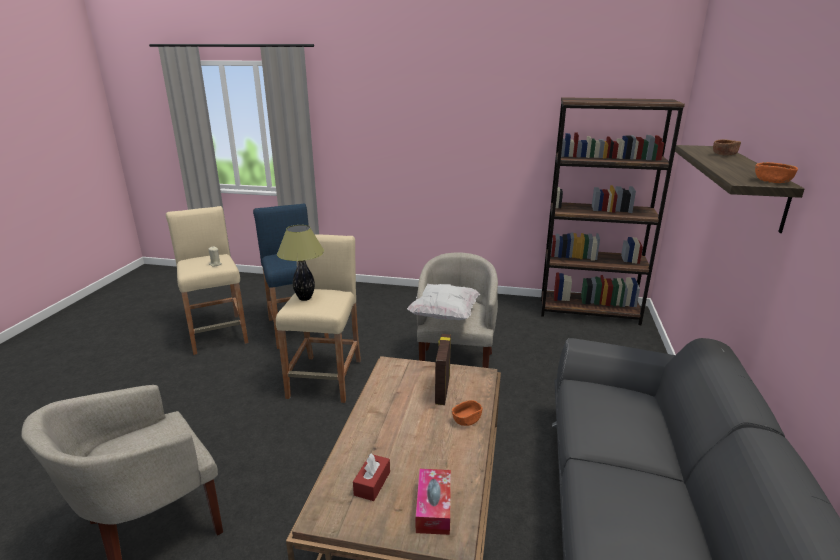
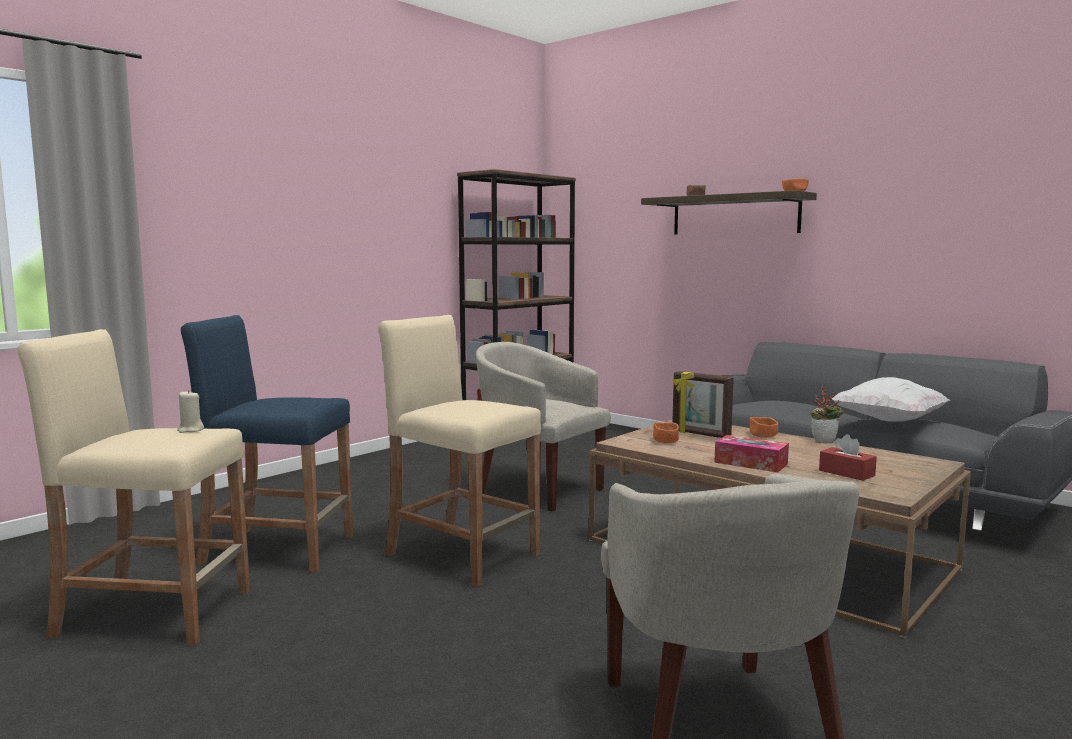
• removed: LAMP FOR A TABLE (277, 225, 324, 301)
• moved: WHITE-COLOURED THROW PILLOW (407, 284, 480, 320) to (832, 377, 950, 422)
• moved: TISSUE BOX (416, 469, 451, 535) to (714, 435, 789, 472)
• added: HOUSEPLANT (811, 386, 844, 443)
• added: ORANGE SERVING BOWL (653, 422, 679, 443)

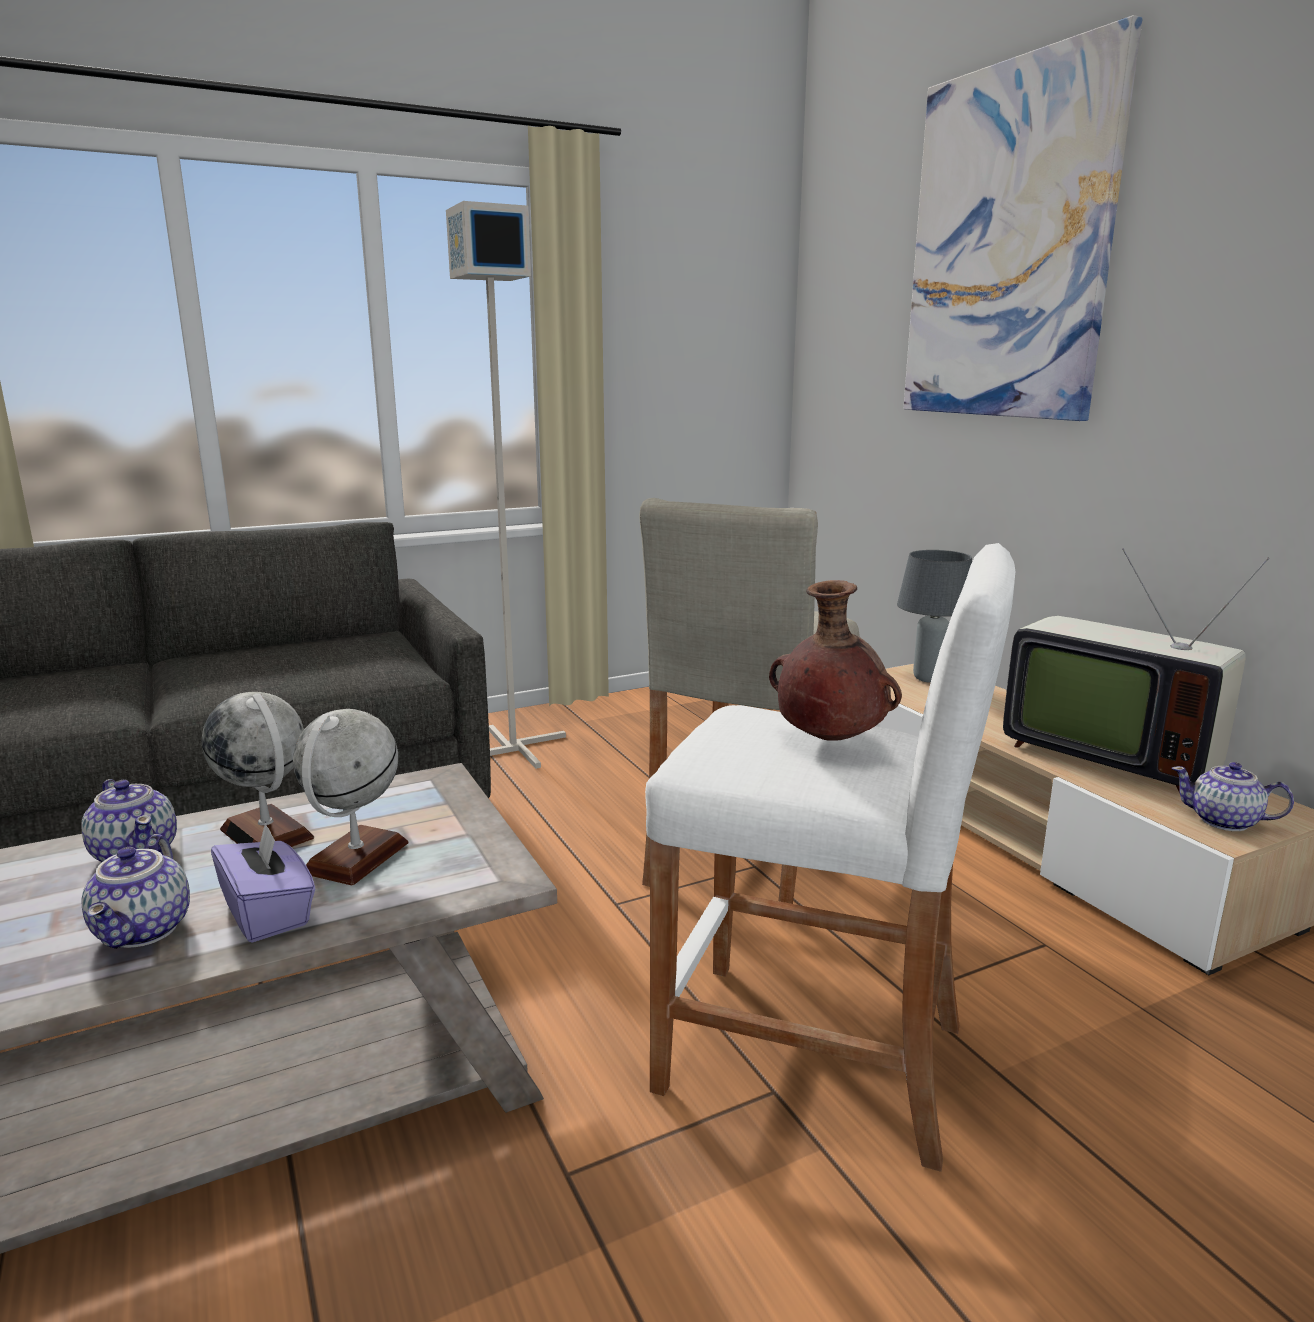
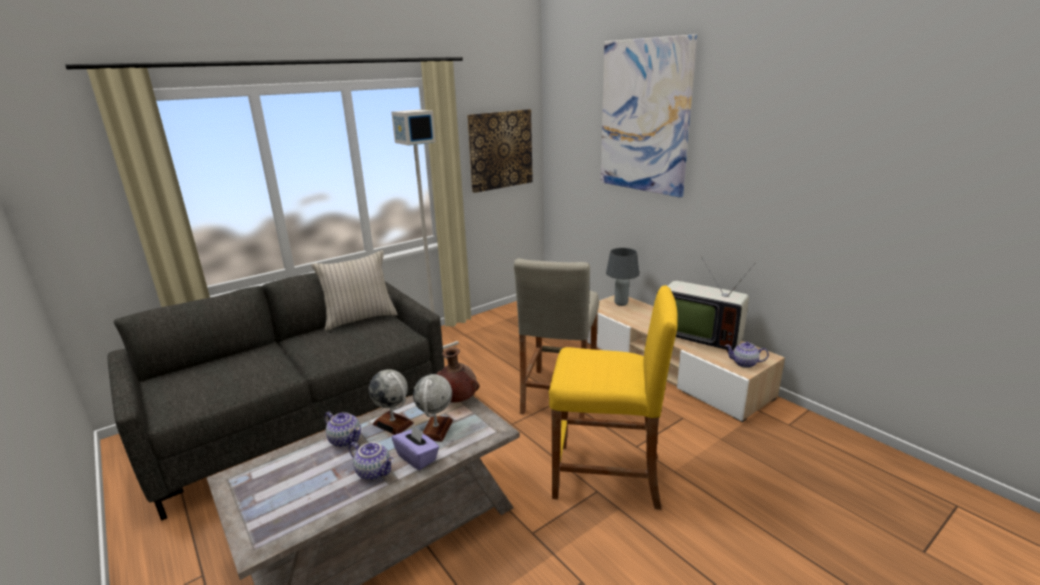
• recoloured: WHITE-COLOURED STOOL (645, 543, 1016, 1172) to YELLOW-COLOURED STOOL (549, 285, 678, 510)
• moved: BROWN-COLOURED DECORATIVE VASE (769, 580, 902, 741) to (436, 347, 480, 402)
• turned: TEAPOT (82, 834, 190, 949) = (349, 442, 394, 480) 45 degrees counterclockwise
• added: PICTURE (467, 109, 533, 193)
• added: BEIGE-COLOURED THROW PILLOW (311, 250, 398, 331)

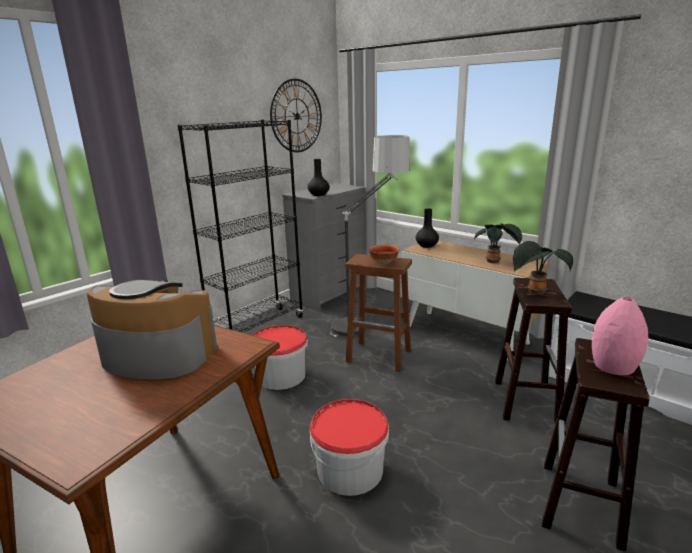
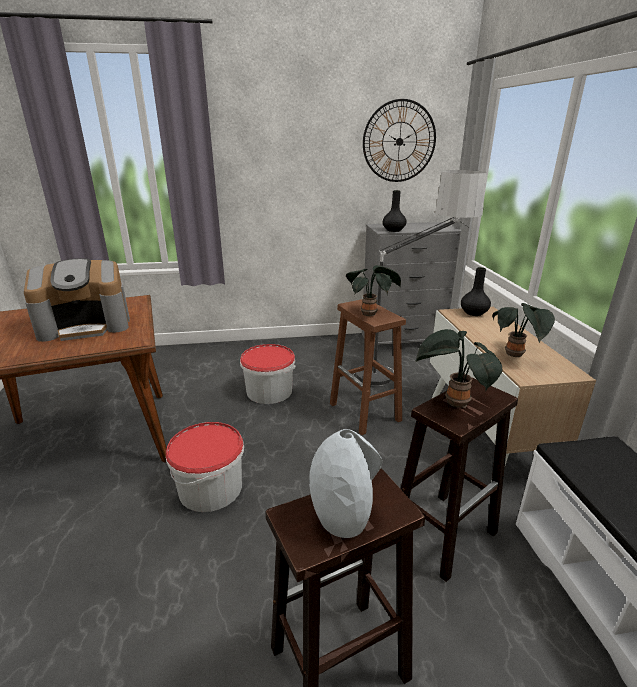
• removed: BLACK-COLOURED BOOKSHELF (178, 120, 303, 333)
• replaced: SERVING BOWL (369, 245, 400, 264) to HOUSEPLANT (346, 265, 401, 316)
• turned: COFFEE BREWER (87, 279, 217, 379) = (24, 258, 130, 342) 105 degrees clockwise
• recoloured: PINK-COLOURED DECORATIVE VASE (592, 297, 649, 375) to GREY DECORATIVE VASE (309, 429, 382, 538)

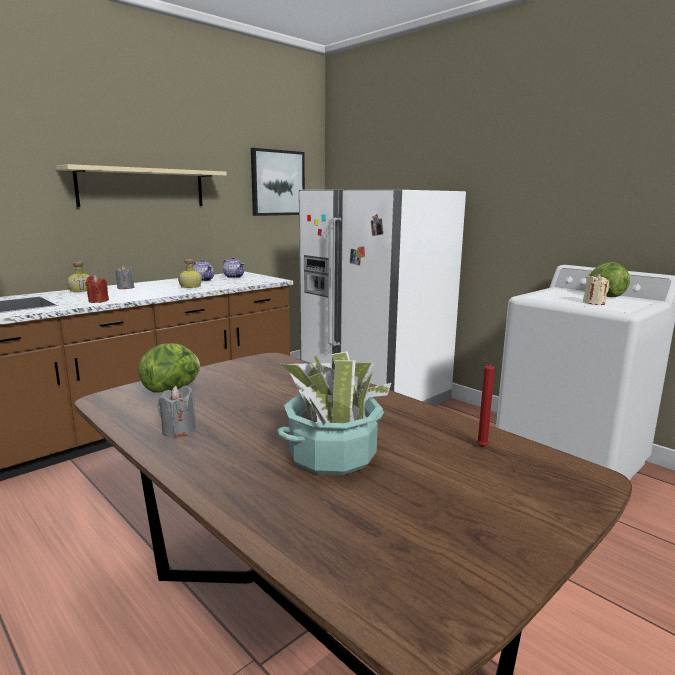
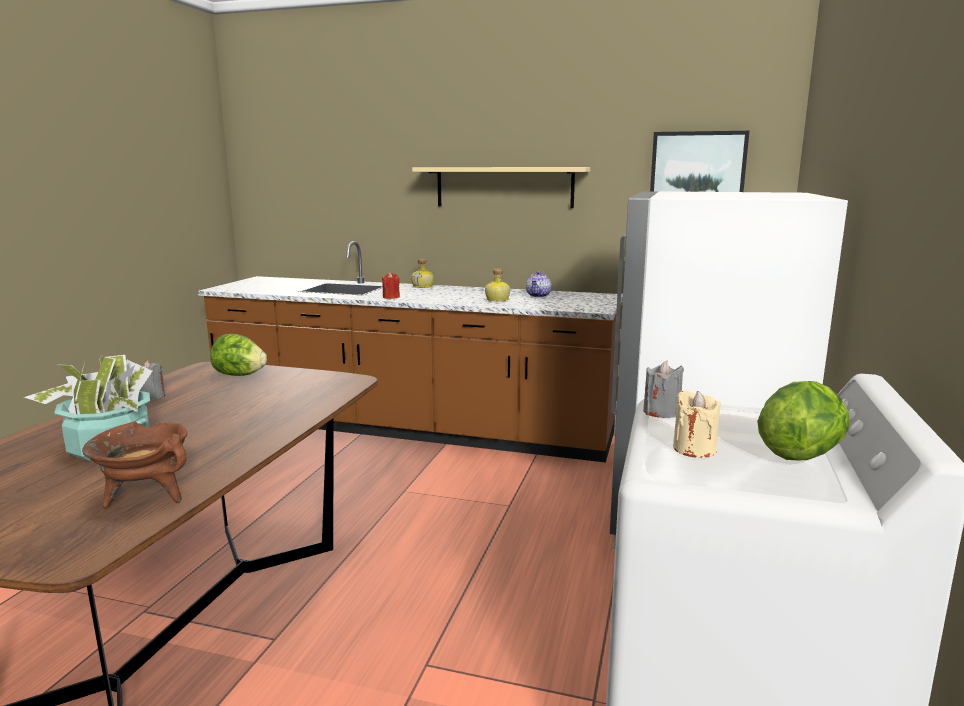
• removed: TEAPOT (223, 257, 244, 278)
• moved: GREY CANDLE (115, 265, 134, 289) to (643, 361, 684, 418)
• replaced: RED CANDLE (477, 357, 495, 447) to BROWN-COLOURED SAUCEPOT (82, 421, 187, 508)

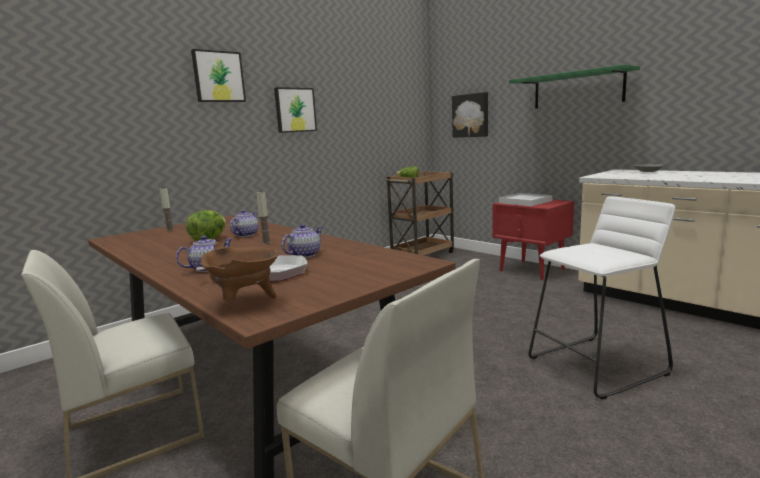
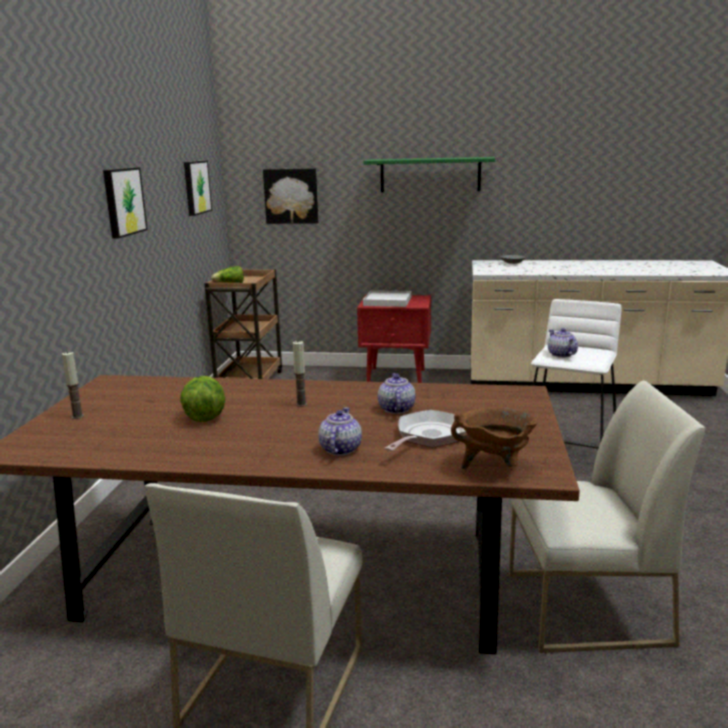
• moved: PICTURE (191, 49, 246, 102) to (184, 160, 212, 216)
• moved: TEAPOT (230, 210, 259, 237) to (548, 328, 578, 358)

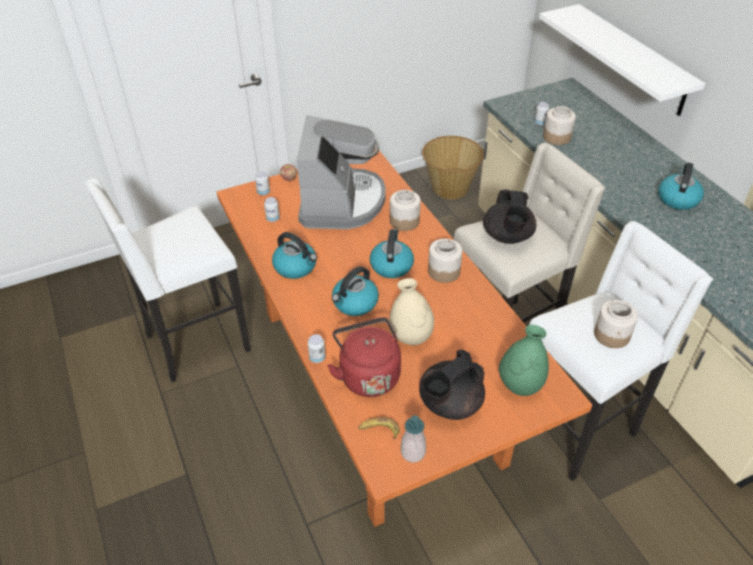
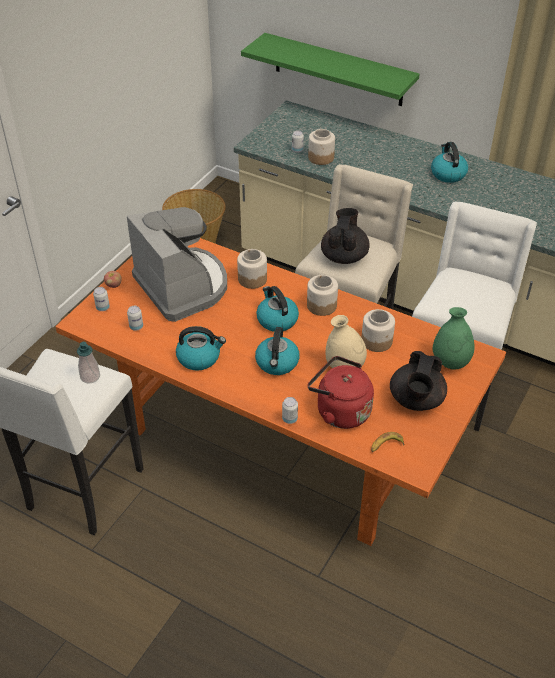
• recoloured: WHITE-COLOURED WALL SHELF (539, 4, 705, 116) to GREEN WALL SHELF (241, 33, 420, 106)
• turned: BLACK-COLOURED TEAPOT (483, 190, 536, 244) = (321, 208, 370, 264) 135 degrees counterclockwise
• moved: JAR (594, 300, 638, 348) to (361, 309, 395, 352)
• moved: SOAP DISPENSER (401, 415, 426, 462) to (77, 342, 100, 384)

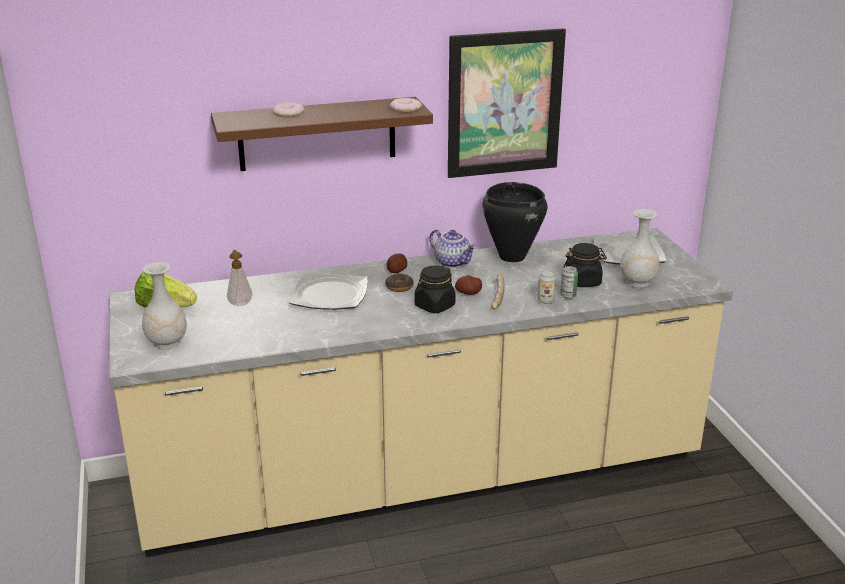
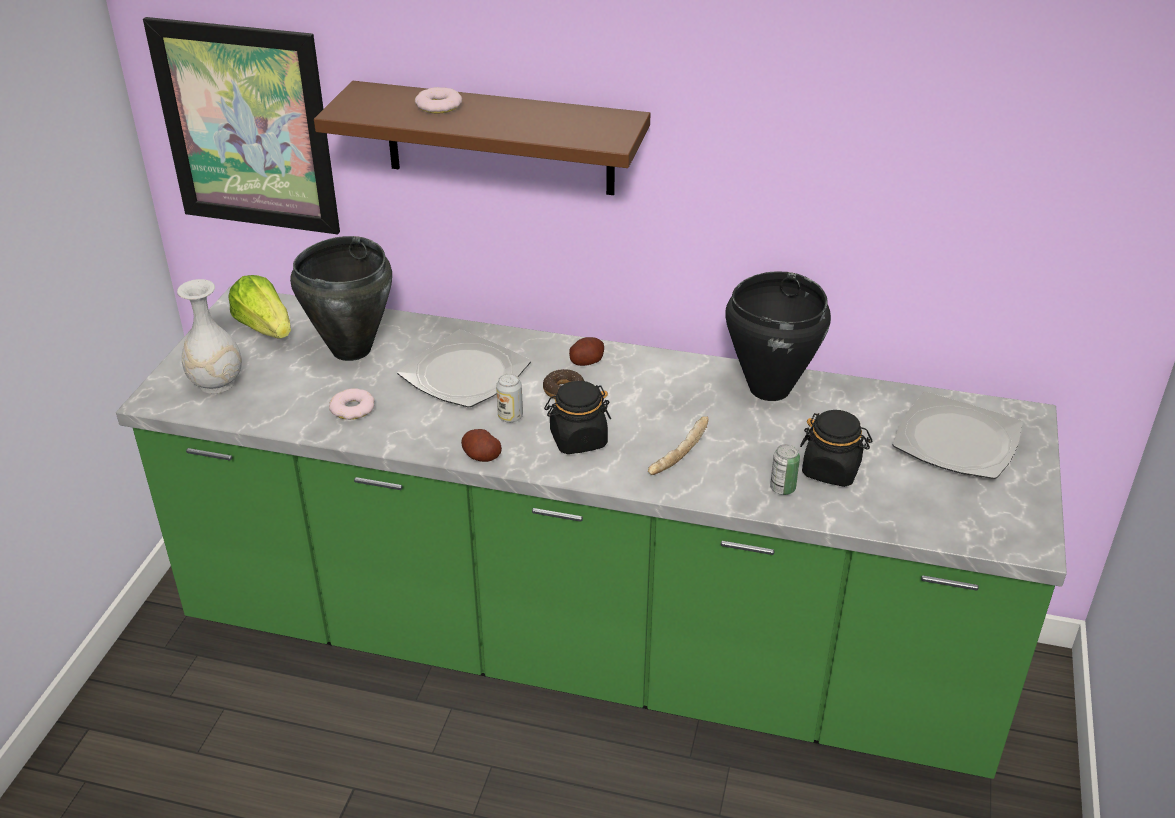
• moved: PICTURE (448, 28, 566, 178) to (143, 17, 340, 234)
• moved: RING DOUGHNUT (390, 98, 422, 113) to (329, 388, 375, 420)
• removed: WHITE-COLOURED DECORATIVE VASE (620, 209, 659, 288)
• recoloured: BEIGE-COLOURED KITCHEN COUNTER (109, 228, 733, 557) to GREEN KITCHEN COUNTER (116, 286, 1067, 779)
• removed: TEAPOT (430, 230, 476, 268)
• replaced: SOAP DISPENSER (227, 250, 252, 306) to BLACK-COLOURED SAUCEPOT (290, 236, 392, 361)
• moved: METAL CAN (538, 270, 556, 304) to (496, 374, 523, 423)
• moved: WHOLE POTATO (455, 275, 482, 295) to (461, 429, 502, 462)

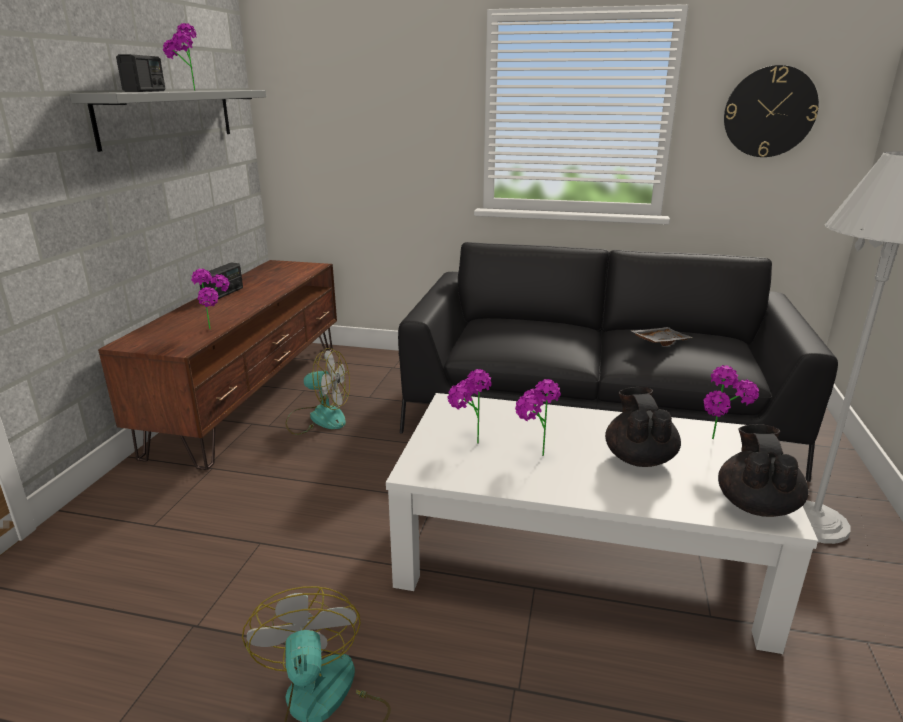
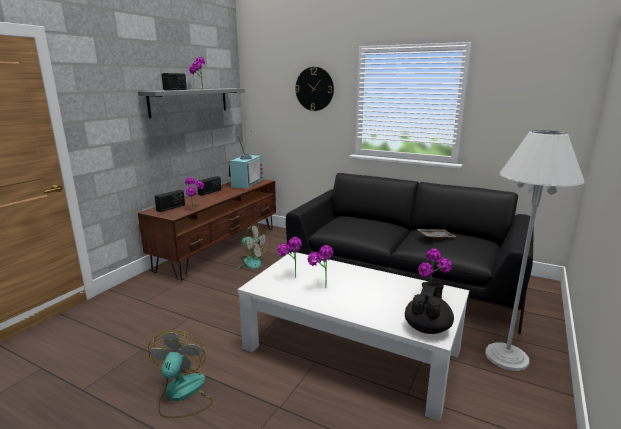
• moved: WALL CLOCK (724, 65, 819, 157) to (295, 67, 334, 111)
• removed: BLACK-COLOURED TEAPOT (605, 387, 681, 467)
• added: TV SET (229, 130, 263, 189)
• added: RADIO SET (155, 190, 185, 212)

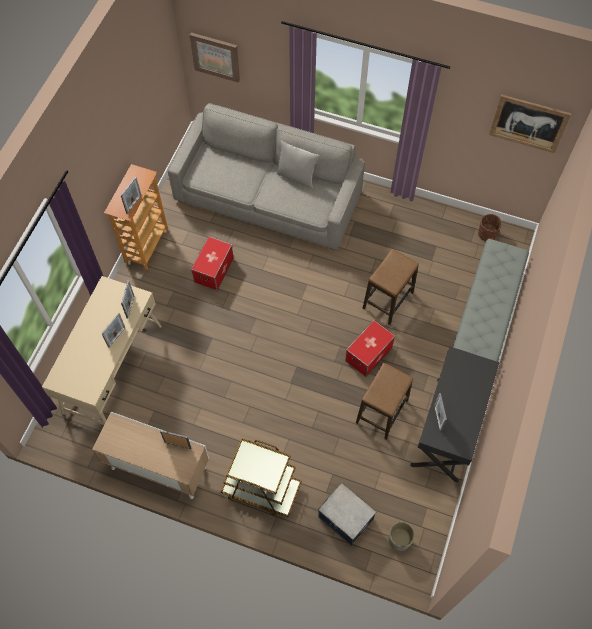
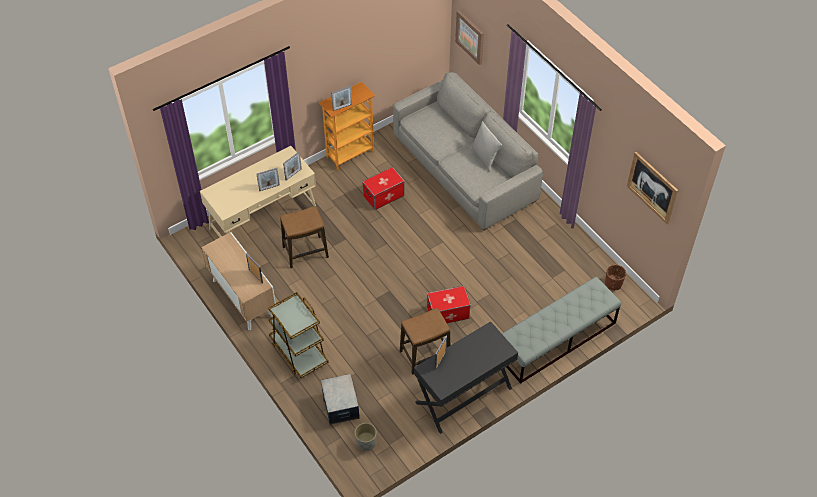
• moved: STOOL (363, 249, 419, 325) to (280, 206, 329, 268)

